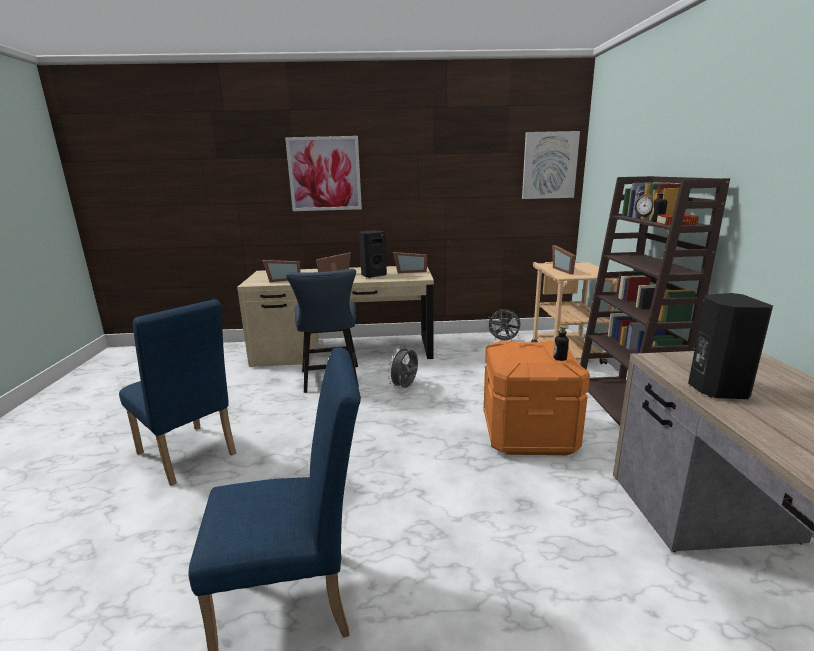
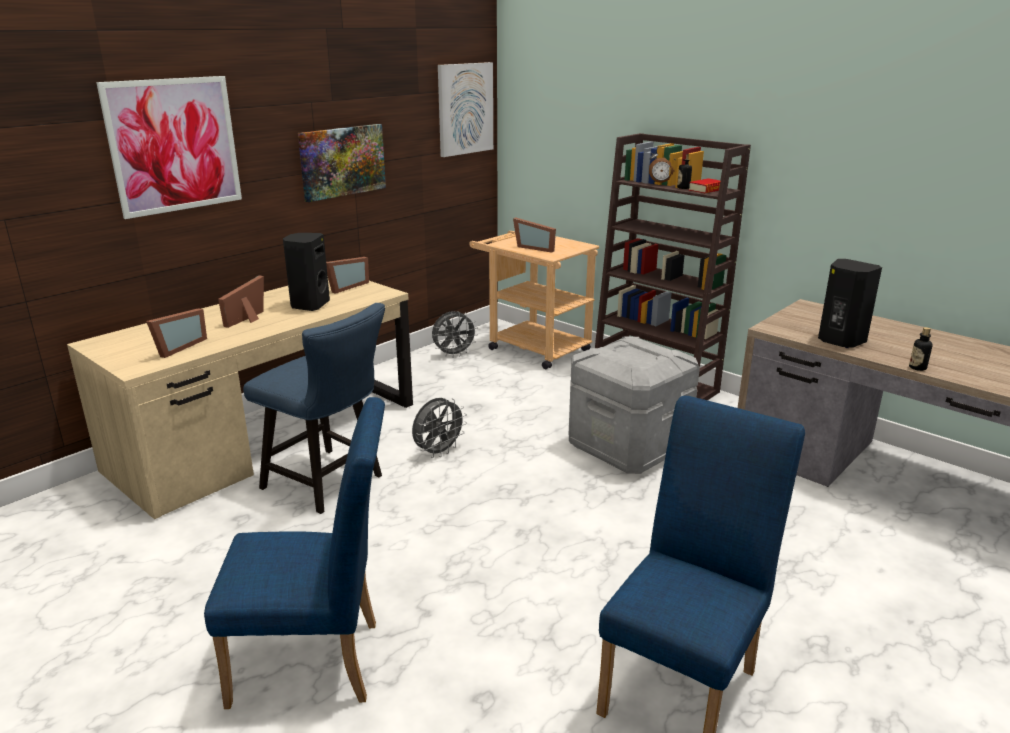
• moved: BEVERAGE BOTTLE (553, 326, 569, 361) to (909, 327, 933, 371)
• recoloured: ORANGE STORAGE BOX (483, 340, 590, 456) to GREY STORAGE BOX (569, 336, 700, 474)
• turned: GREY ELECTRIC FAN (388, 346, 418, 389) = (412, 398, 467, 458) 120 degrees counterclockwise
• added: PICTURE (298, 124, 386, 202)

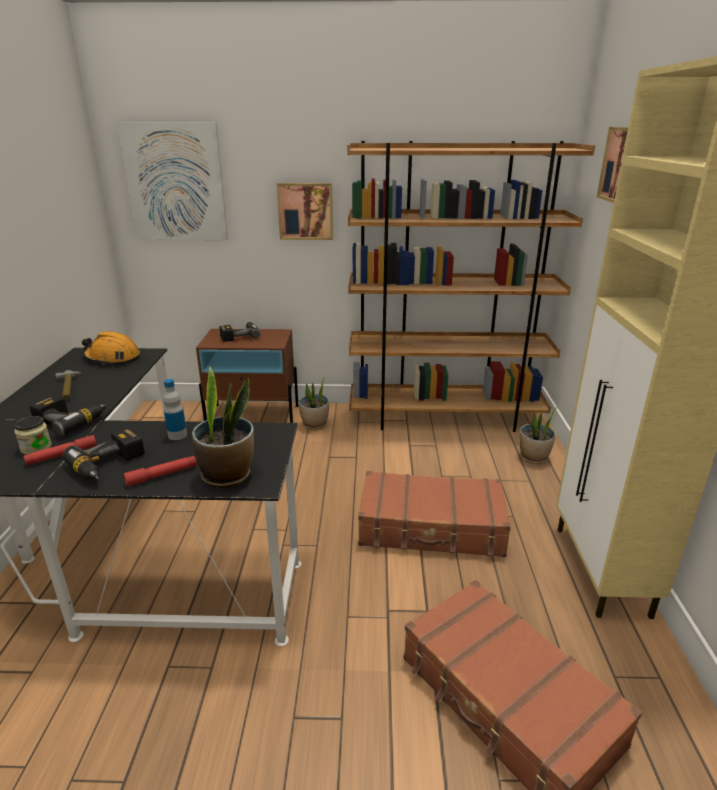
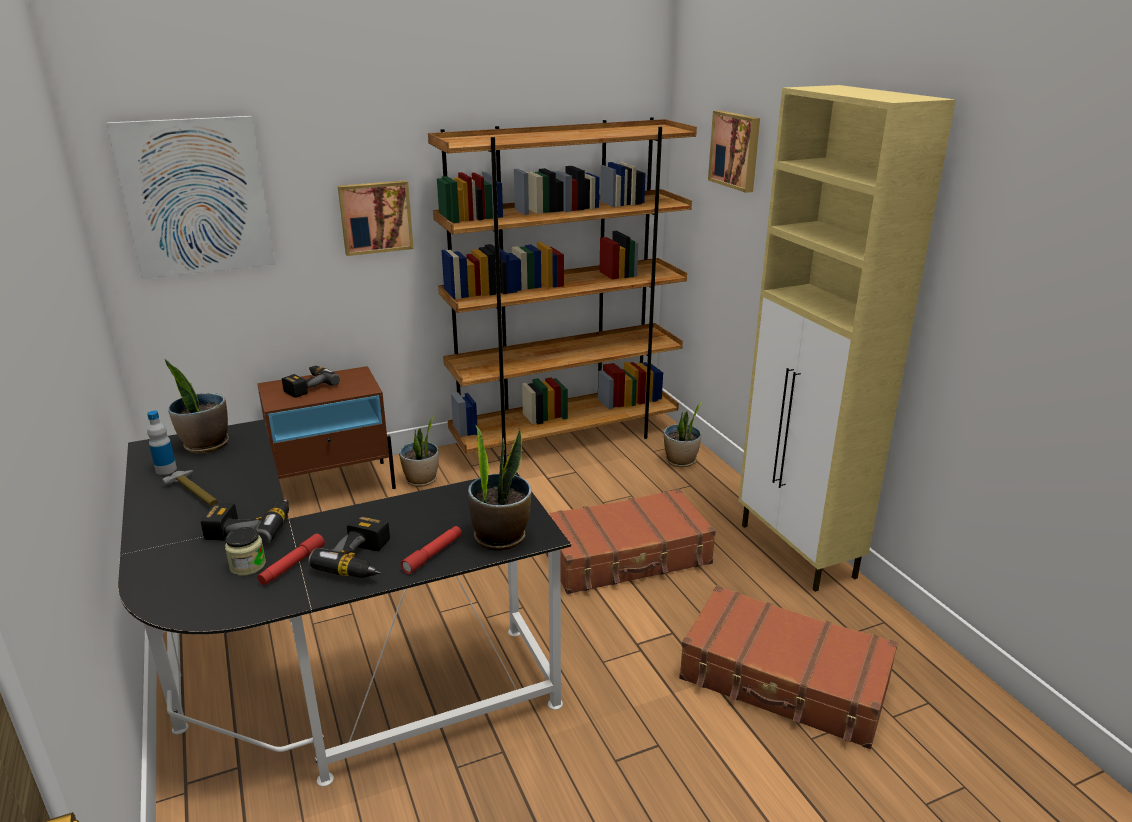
• replaced: ORANGE WORK HELMET (82, 332, 140, 365) to HOUSEPLANT (165, 359, 229, 454)
• moved: BEVERAGE BOTTLE (163, 379, 187, 440) to (147, 411, 177, 475)

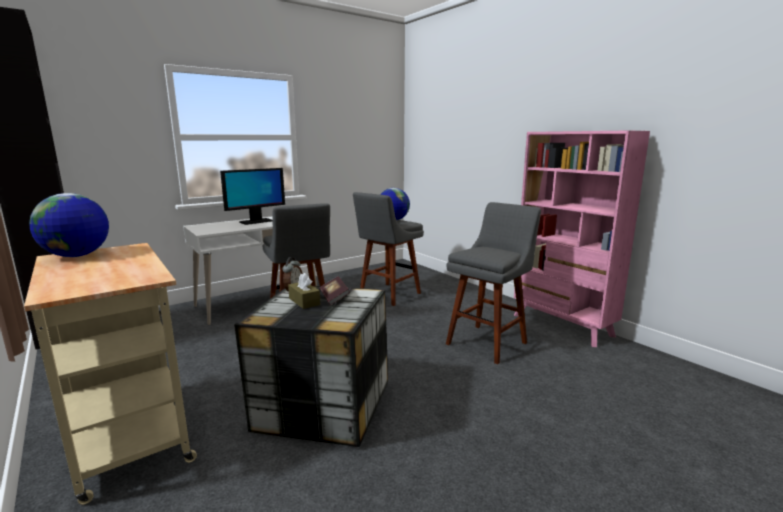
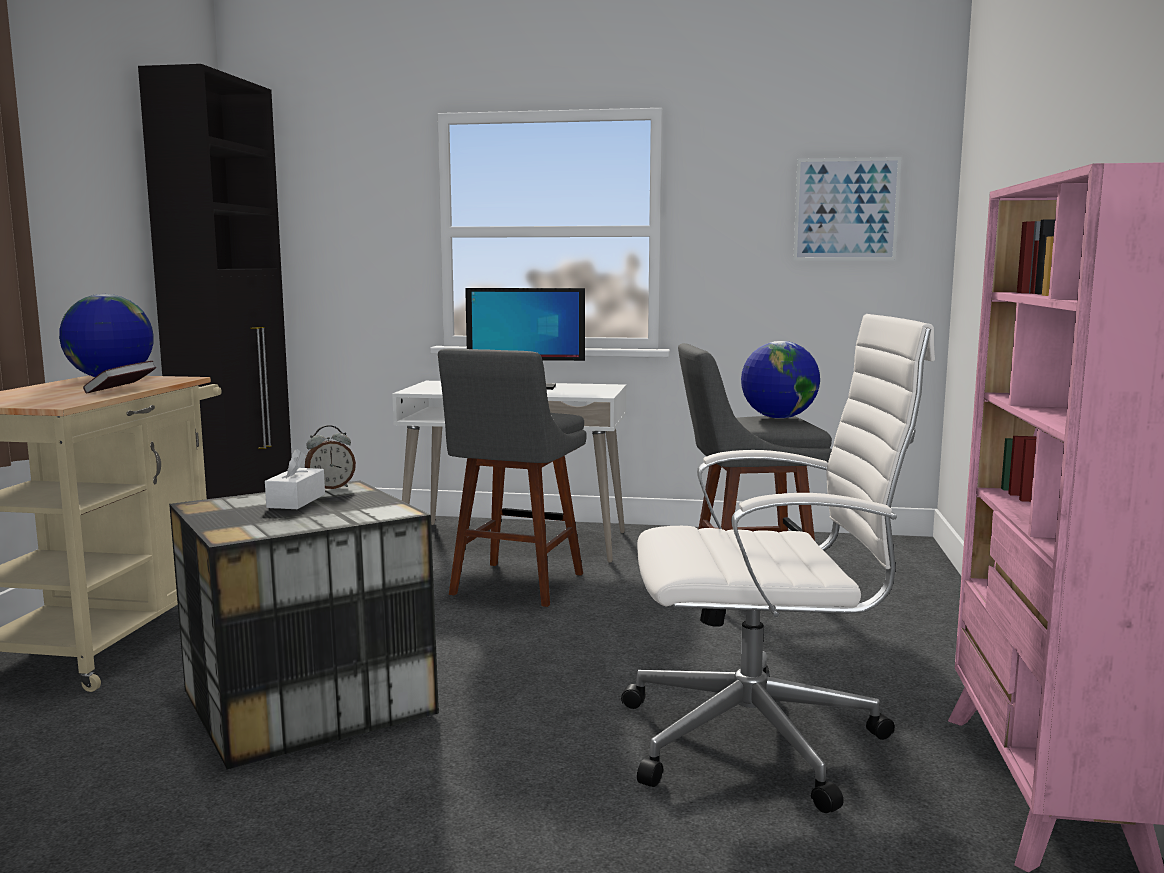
• replaced: GREY STOOL (446, 202, 541, 364) to WHITE-COLOURED OFFICE CHAIR (621, 314, 935, 813)
• recoloured: BROWN-COLOURED TISSUE BOX (288, 273, 320, 309) to WHITE-COLOURED TISSUE BOX (265, 449, 325, 509)
• moved: VOLUME (320, 276, 350, 305) to (83, 361, 157, 393)
• added: PICTURE (793, 157, 902, 260)

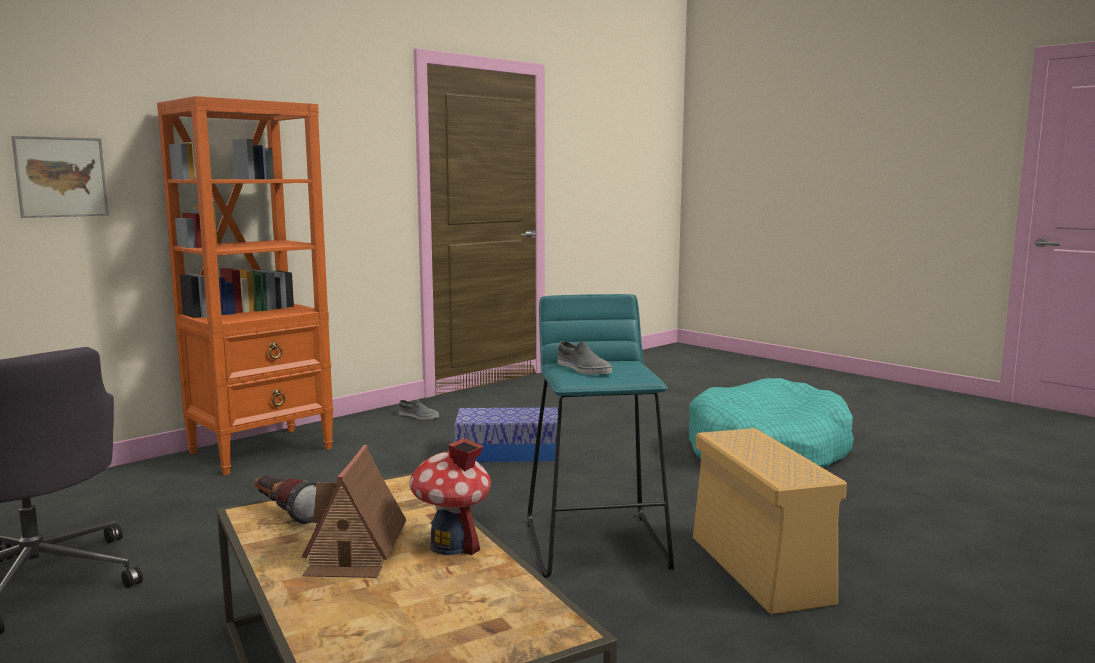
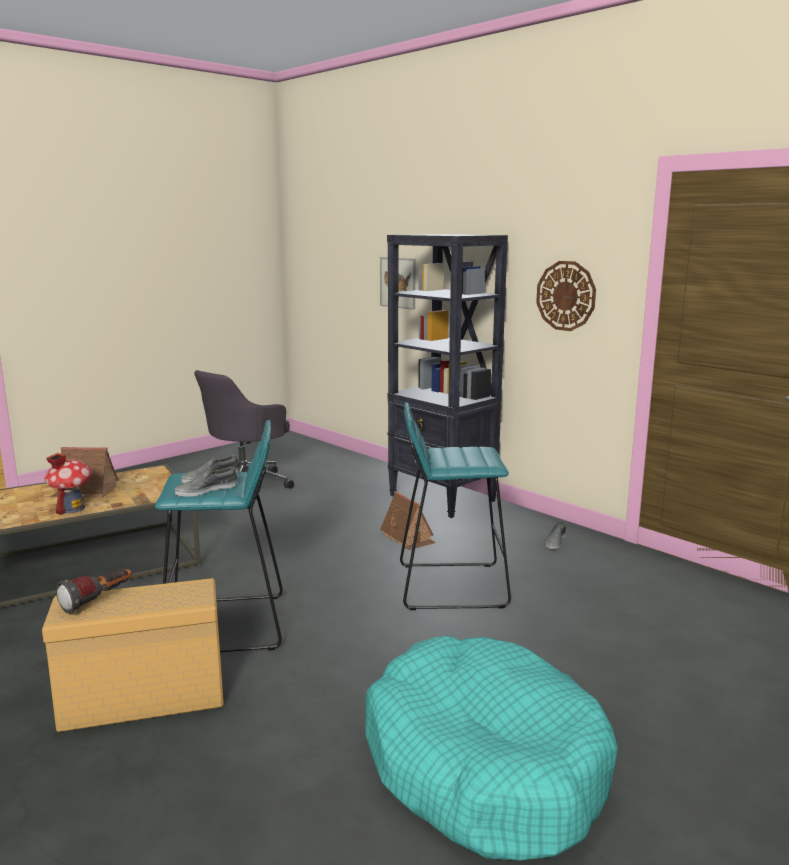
• recoloured: ORANGE BOOKSHELF (157, 96, 333, 475) to BLACK-COLOURED BOOKSHELF (387, 234, 508, 518)
• replaced: STORAGE BOX (454, 407, 558, 462) to TURQUOISE STOOL (400, 402, 511, 610)
• moved: HAND TORCH (255, 476, 317, 524) to (56, 569, 132, 614)
• added: WALL CLOCK (536, 261, 596, 331)
• added: GREY ITEM OF FOOTWEAR (175, 467, 238, 497)
• added: MINIATURE HOUSE (380, 491, 436, 550)

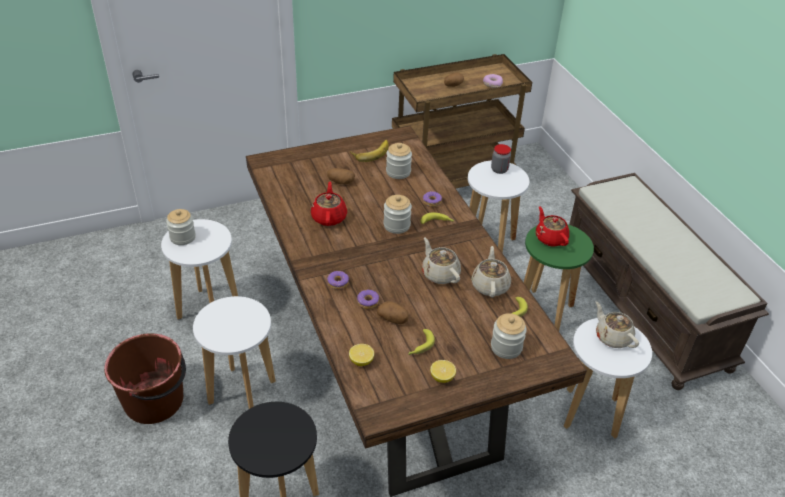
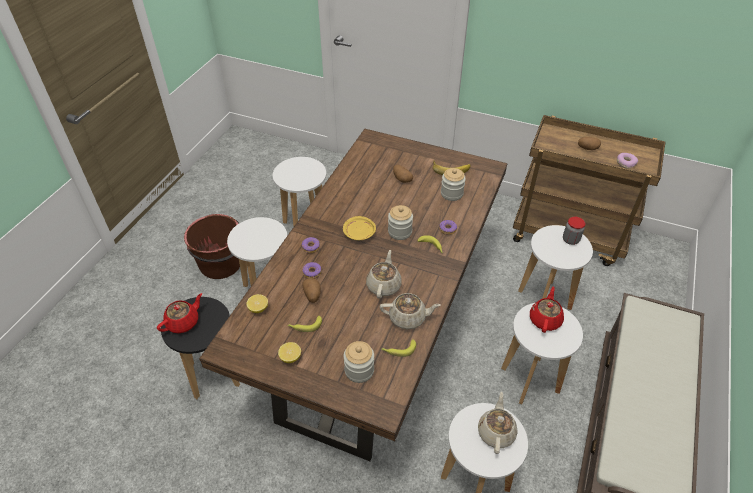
• moved: RED TEAPOT (311, 182, 347, 226) to (157, 293, 202, 333)
• removed: JAR (166, 209, 196, 245)
• recoloured: GREEN STOOL (524, 224, 594, 331) to WHITE-COLOURED STOOL (501, 303, 583, 405)
• turned: BEIGE-COLOURED TEAPOT (471, 246, 511, 298) = (380, 293, 441, 329) 45 degrees clockwise
• added: YELLOW-COLOURED FLAT DISH (343, 216, 376, 240)

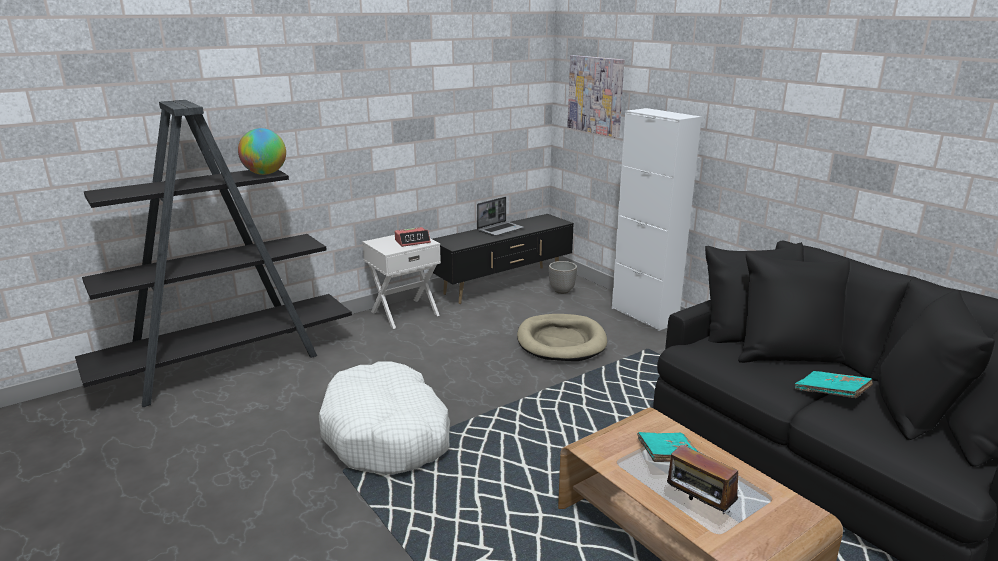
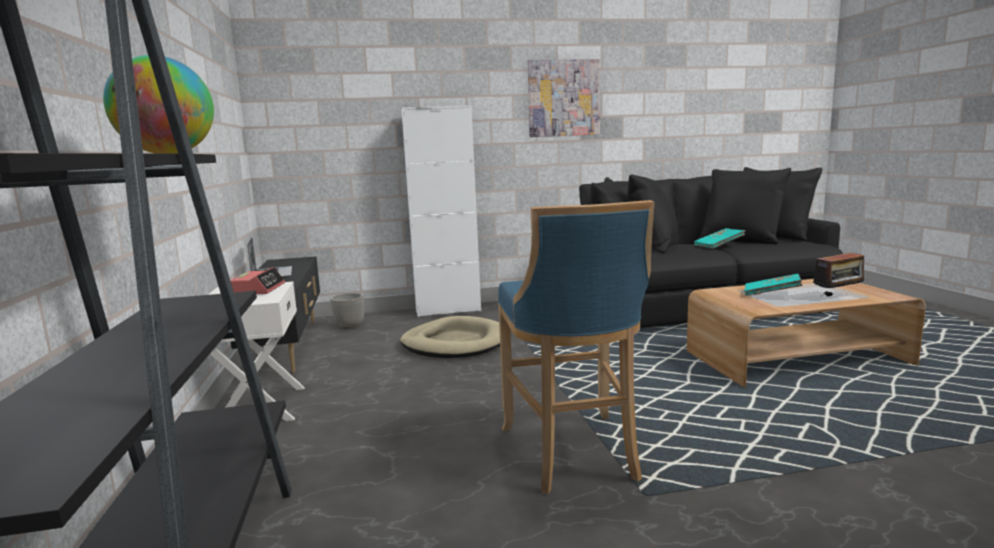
• moved: PICTURE (567, 55, 625, 138) to (528, 59, 600, 137)
• replaced: WHITE-COLOURED DOG BED (319, 361, 450, 475) to BLUISH STOOL (498, 200, 655, 494)

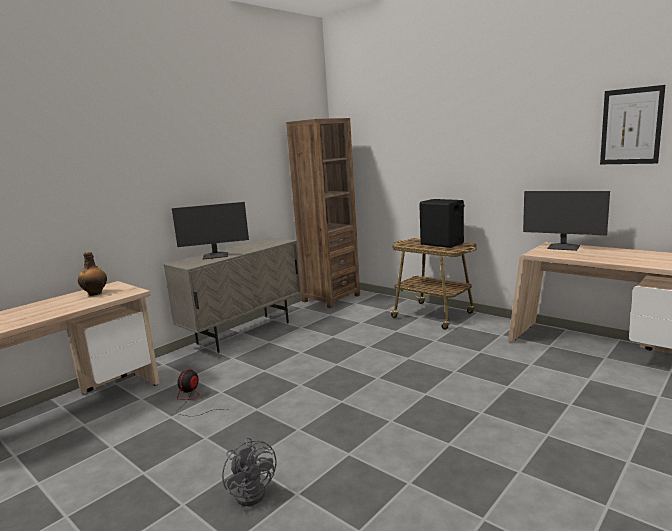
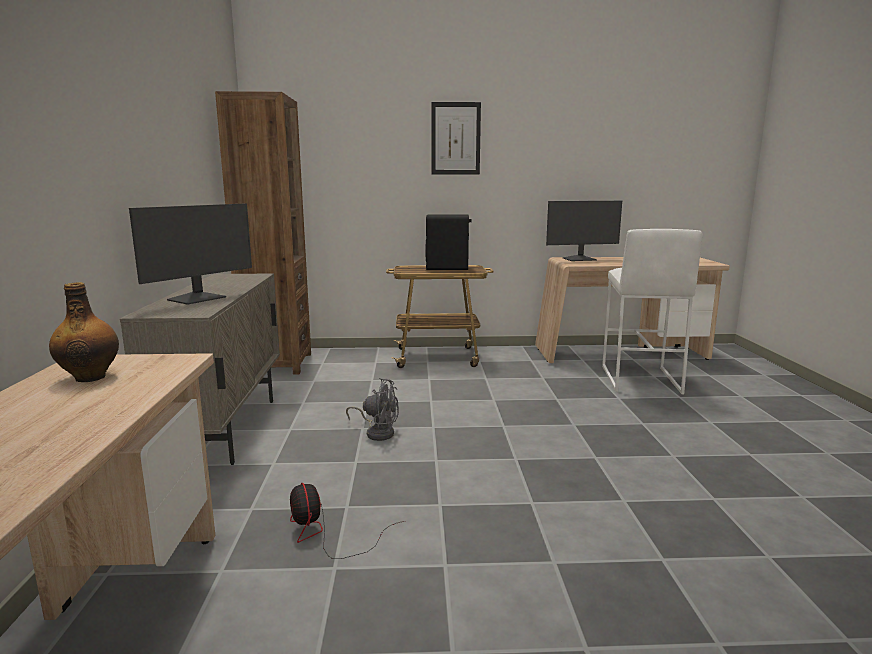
• moved: PICTURE (600, 85, 665, 164) to (431, 102, 481, 175)
• moved: GREY ELECTRIC FAN (222, 438, 276, 506) to (346, 378, 399, 441)
• added: WHITE-COLOURED STOOL (602, 229, 703, 394)

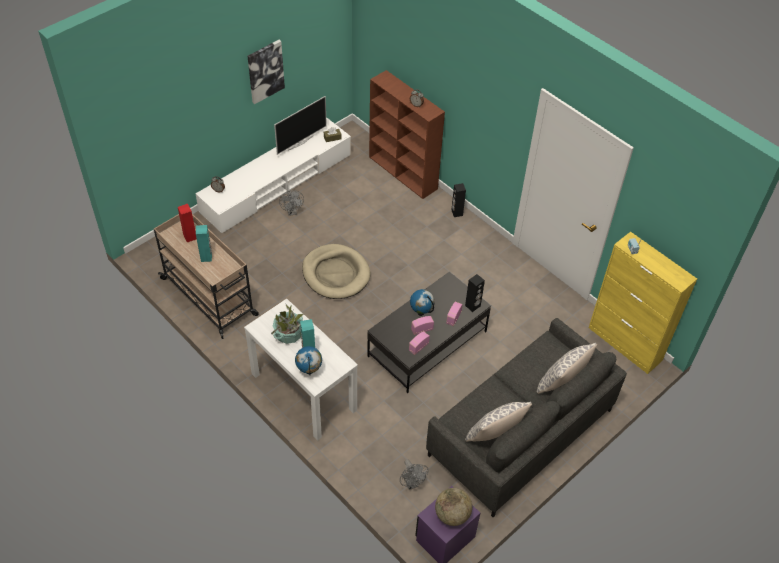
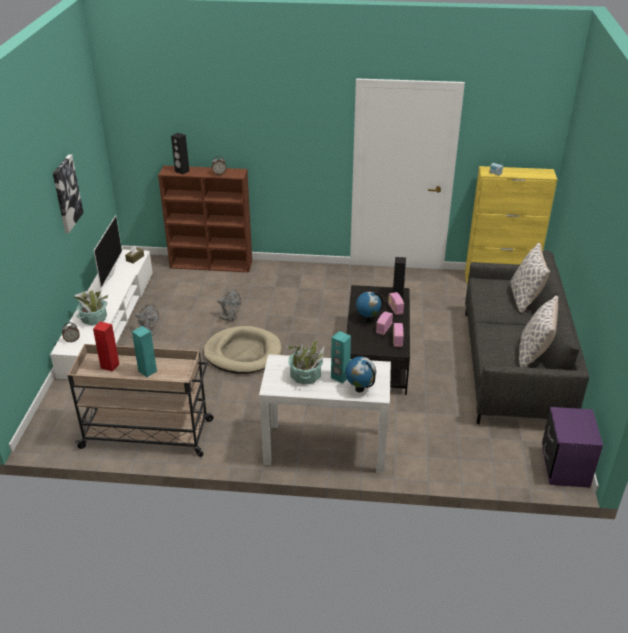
• moved: BLACK-COLOURED LOUDSPEAKER (451, 183, 466, 217) to (171, 133, 189, 174)
• moved: GREY ELECTRIC FAN (400, 459, 429, 490) to (217, 289, 241, 322)
• removed: WORLD GLOBE (435, 488, 472, 526)
• added: HOUSEPLANT (74, 290, 108, 325)

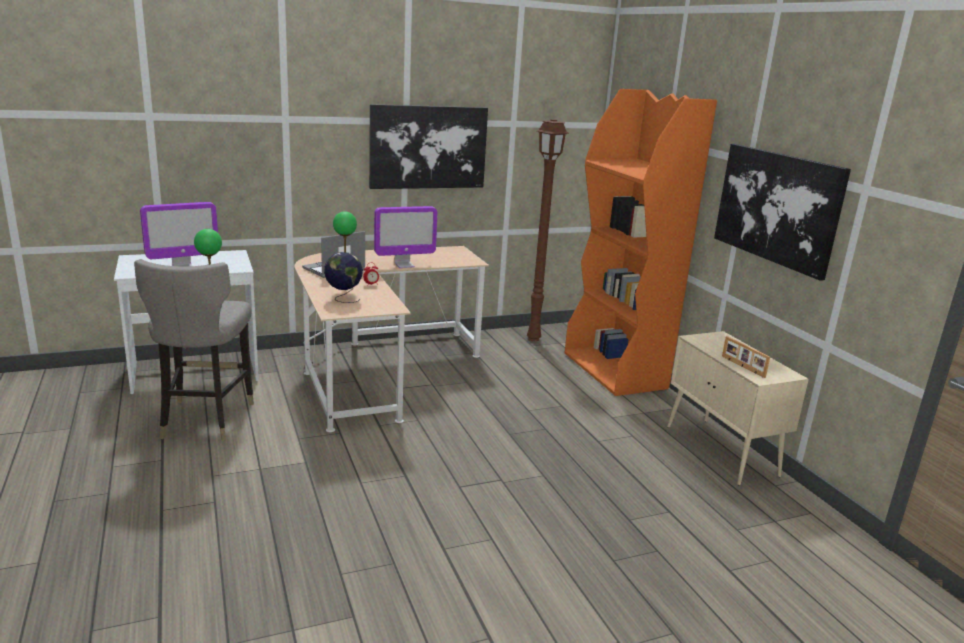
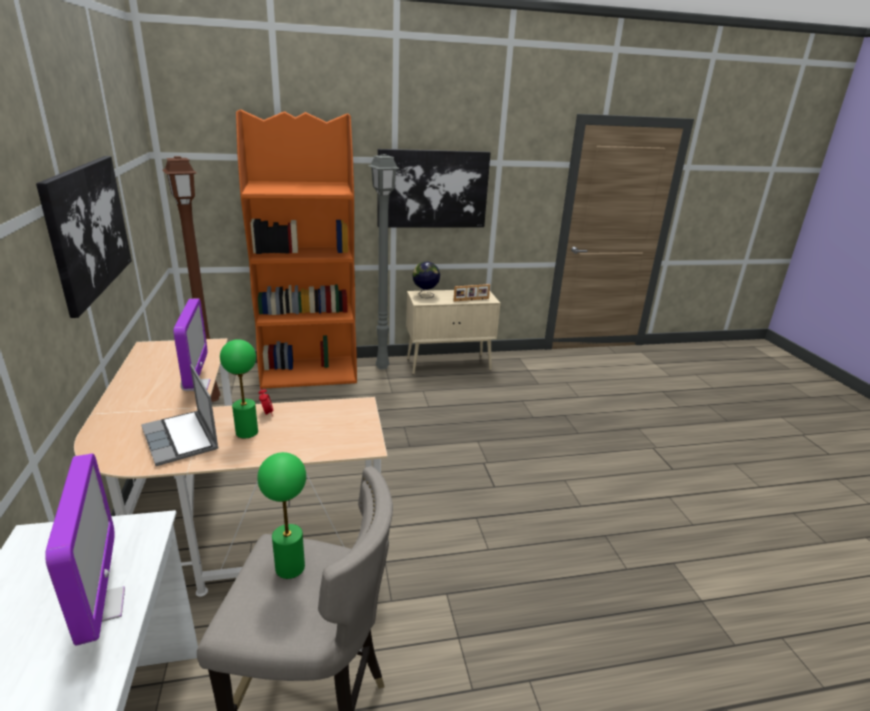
• moved: WORLD GLOBE (324, 252, 363, 303) to (412, 261, 440, 298)
• added: GREY STANDARD LAMP (368, 154, 400, 370)

